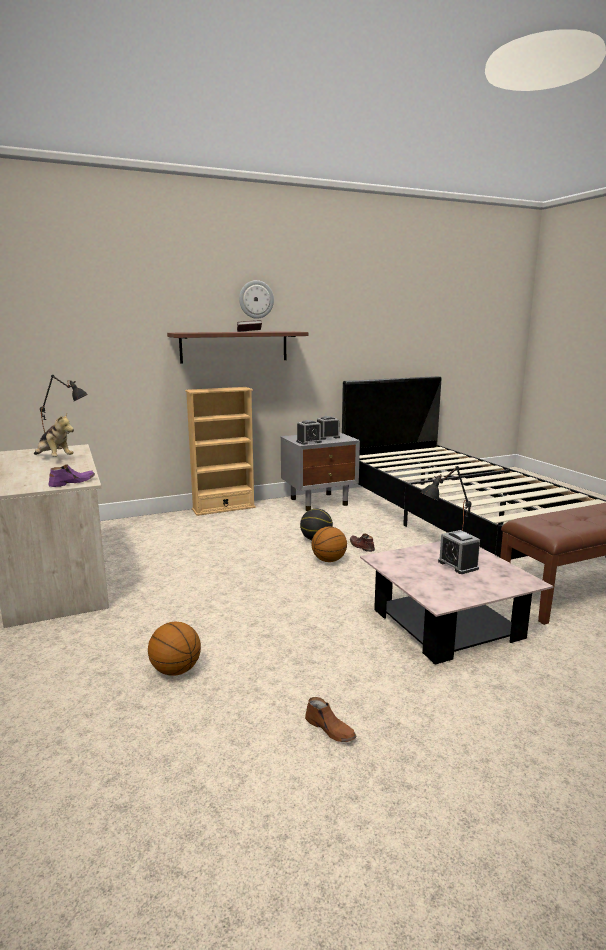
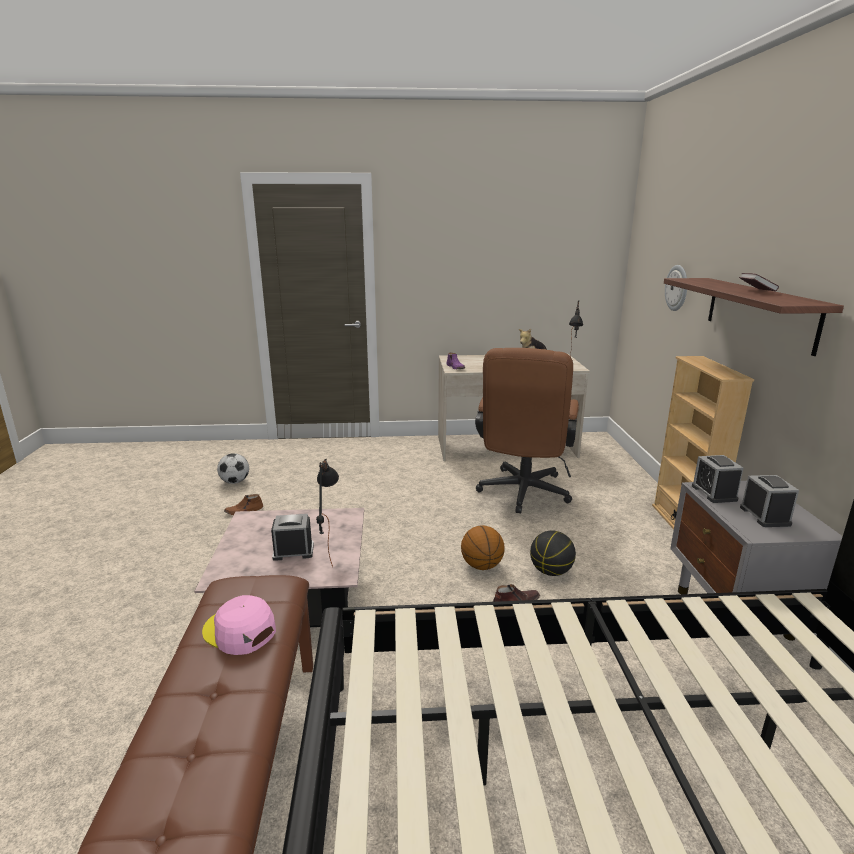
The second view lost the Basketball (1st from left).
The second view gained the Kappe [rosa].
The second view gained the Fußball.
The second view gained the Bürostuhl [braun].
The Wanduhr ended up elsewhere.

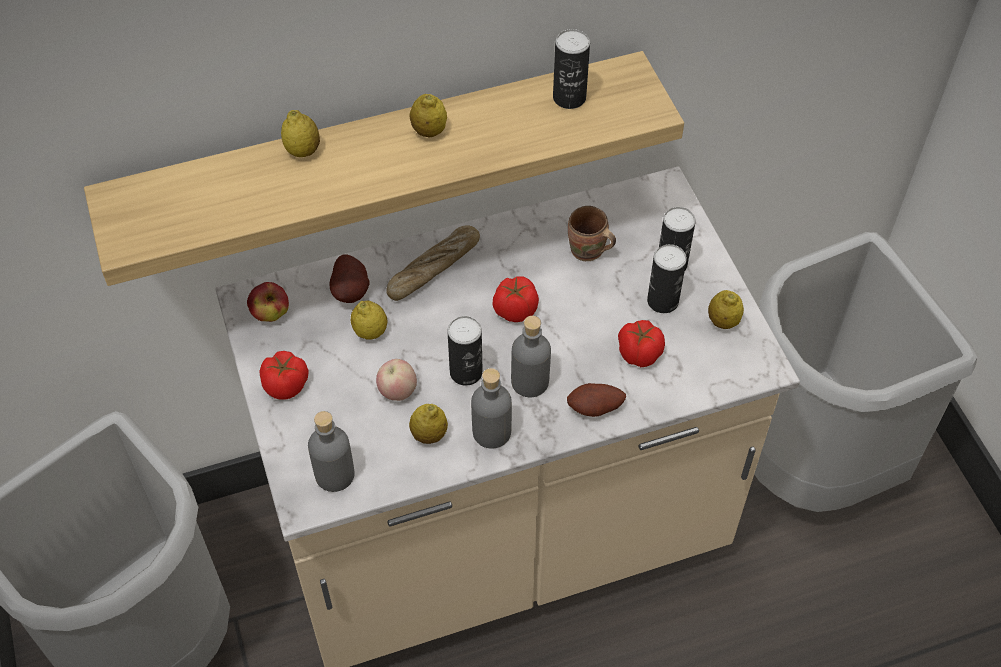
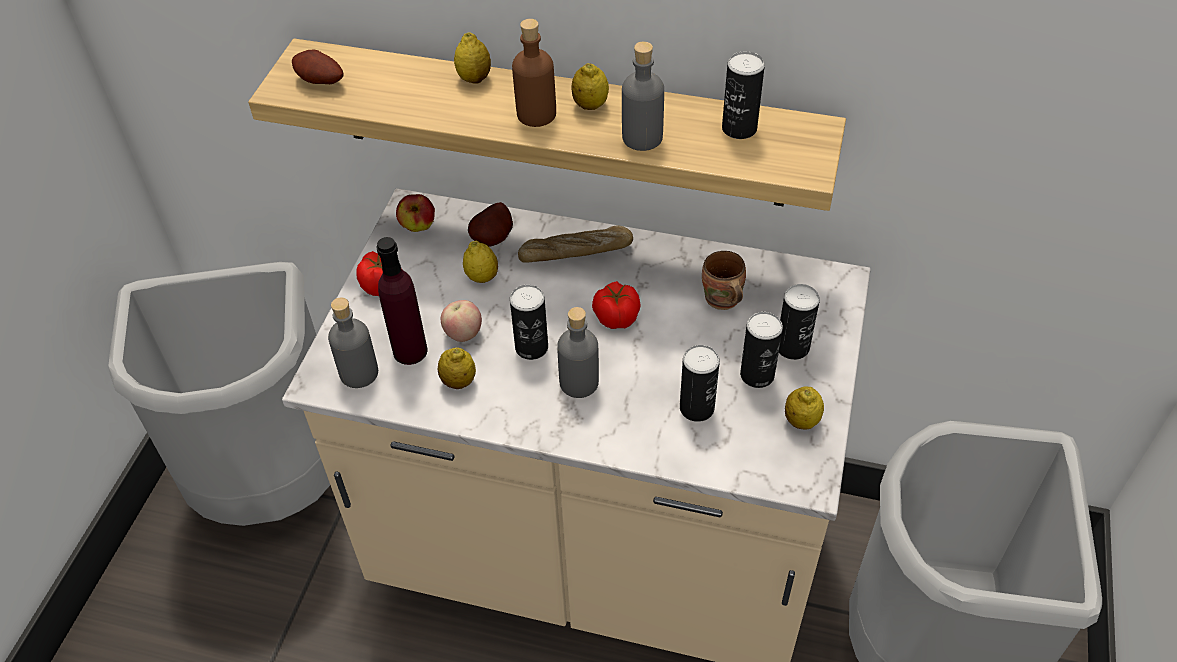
The second view gained the Flasche [lila].
The second view gained the Flasche [braun].
The Flasche [grau] (2nd from left in the first image) ended up elsewhere.
The Kartoffel (2nd from left in the first image) ended up elsewhere.
Where the Tomate (3rd from left) stood, the Dose (2nd from left) came to stand.

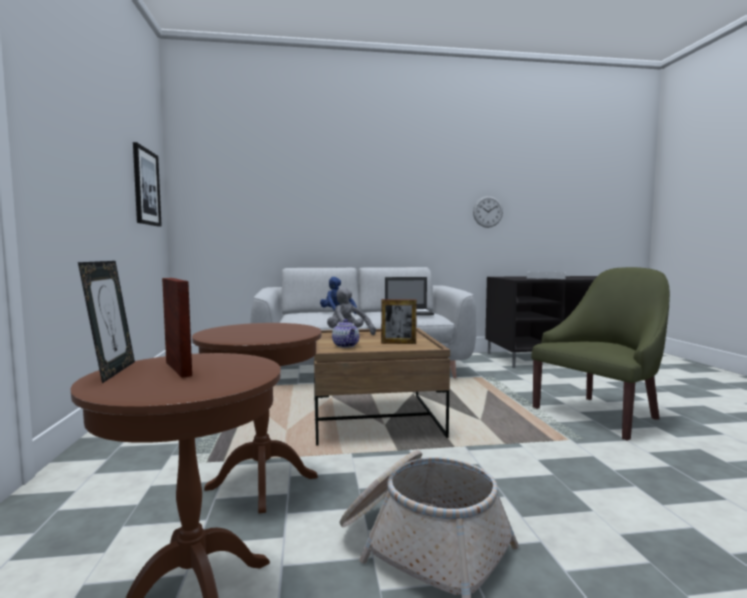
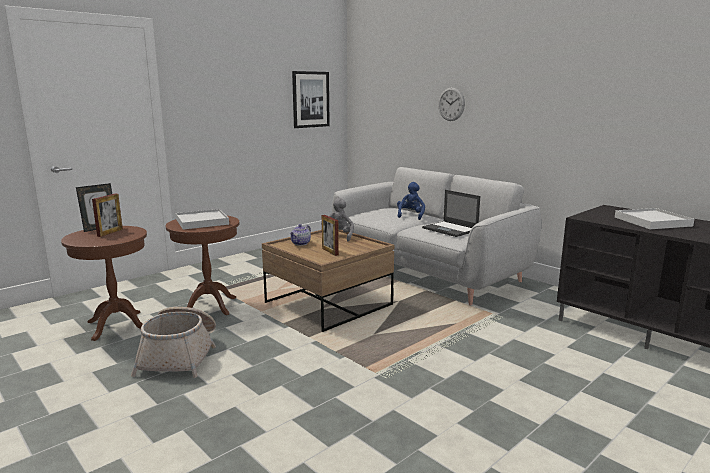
The second view lost the Sessel [grün].
The second view gained the Tablett [weiß] (1st from left).
The Wanduhr ended up elsewhere.

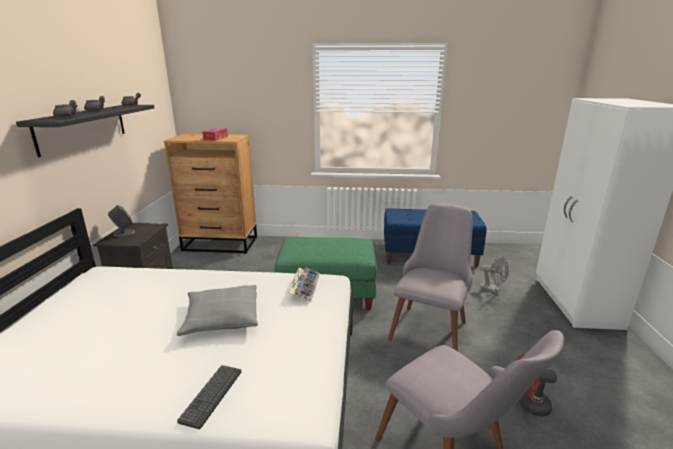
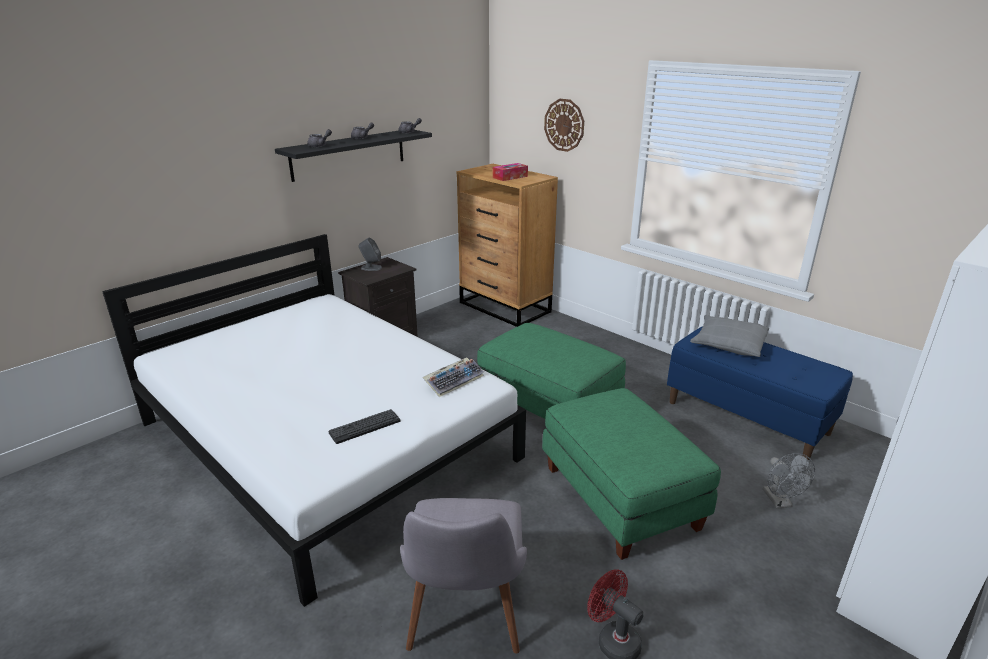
The second view gained the Wanduhr.
The Kissen [grau] ended up elsewhere.
The Tastatur (1st from left) ended up elsewhere.
Where the Stuhl [grau] (1st from left) stood, the Polsterhocker [grün] (2nd from left) came to stand.

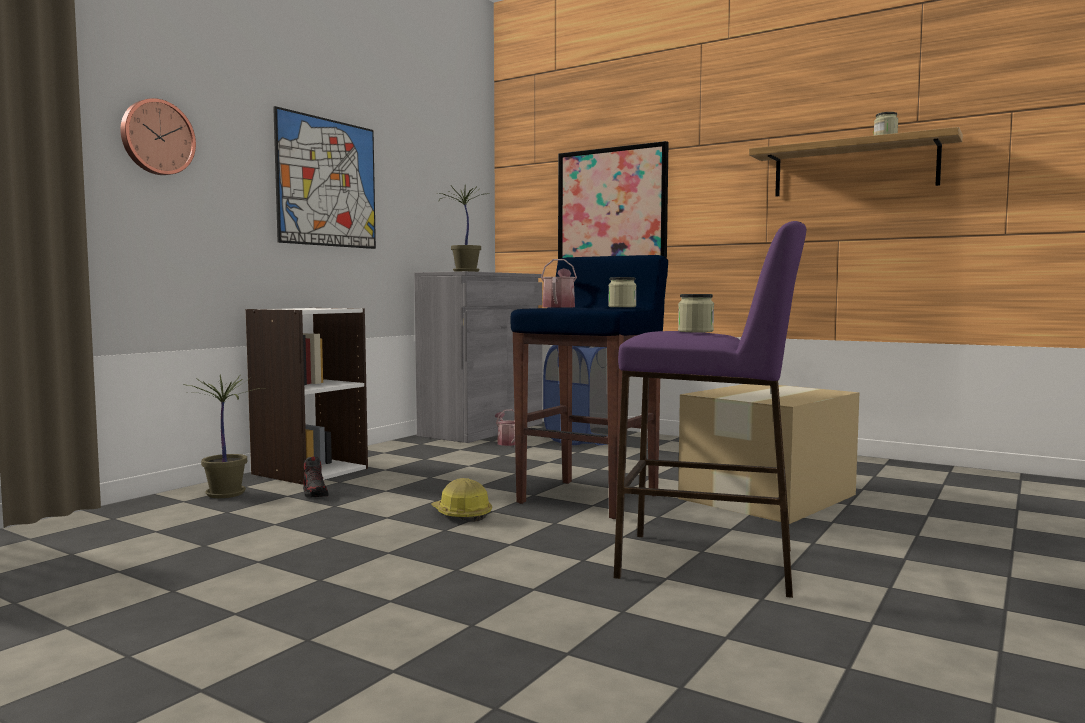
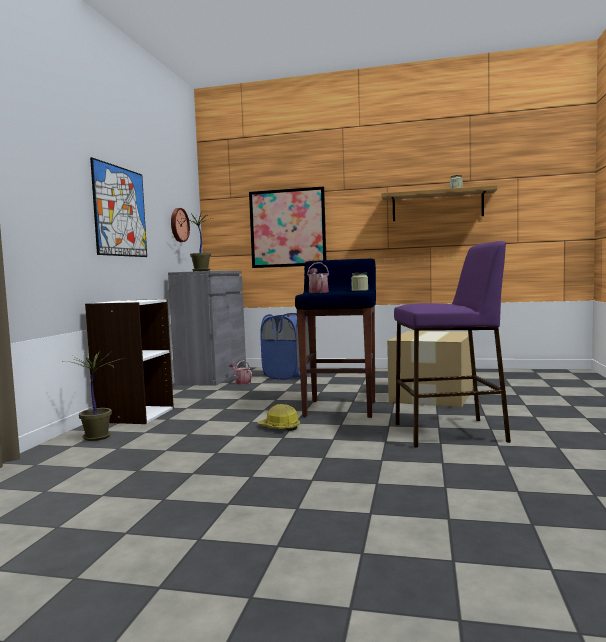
The second view lost the Schuh.
The second view lost the Vorratsglas (2nd from left).
The Wanduhr ended up elsewhere.

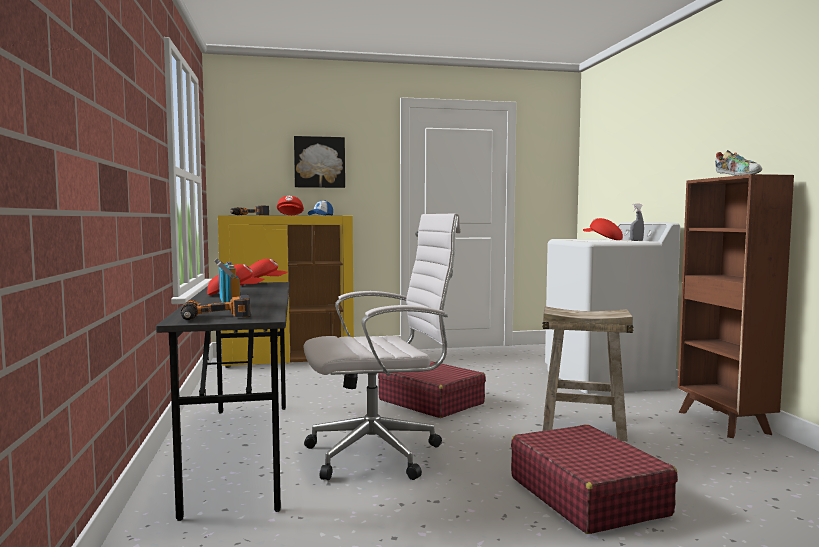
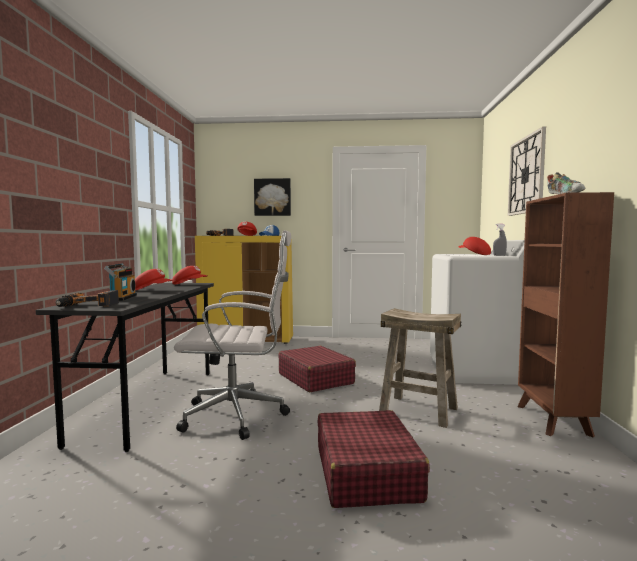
The second view gained the Wanduhr.

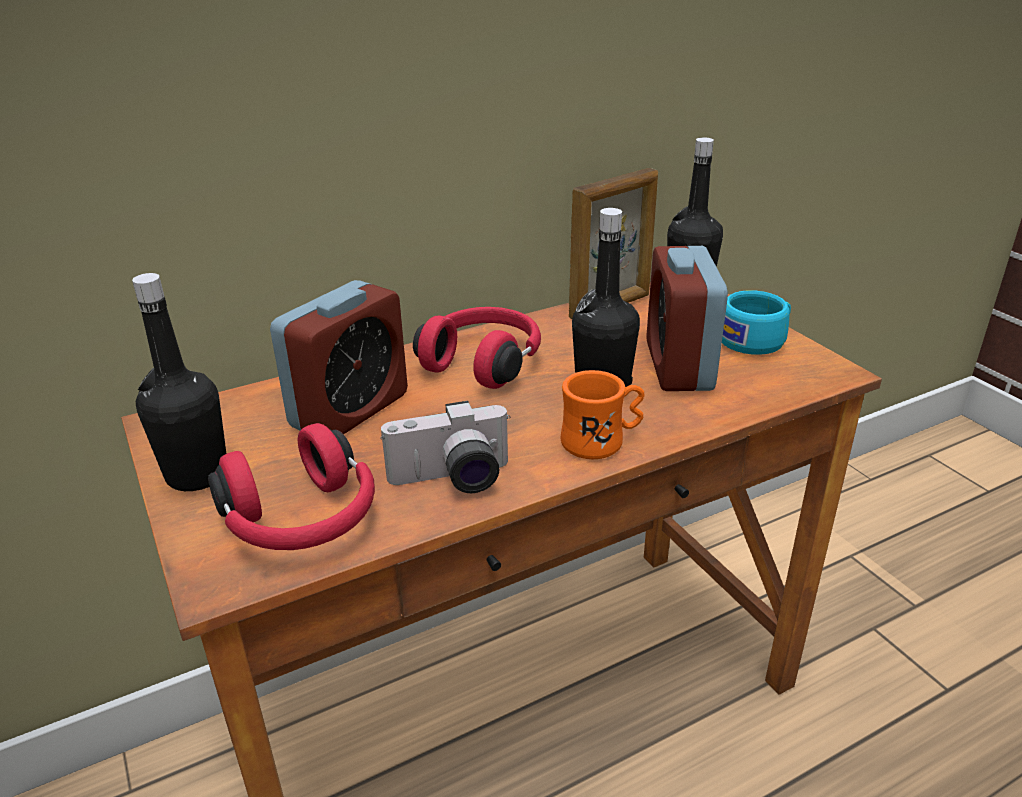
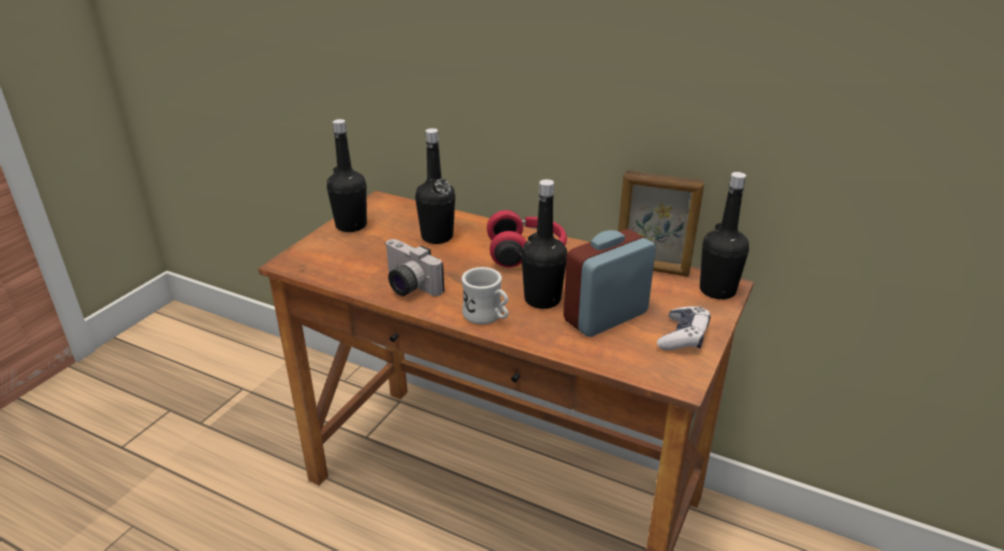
The second view lost the Kopfhörer [rot] (1st from left).
Where the Wecker (1st from left) stood, the Flasche [schwarz] (2nd from left) came to stand.
Where the Tasse [türkis] stood, the Gamepad came to stand.
What was the Henkelbecher [orange] turned into the Henkelbecher [weiß].

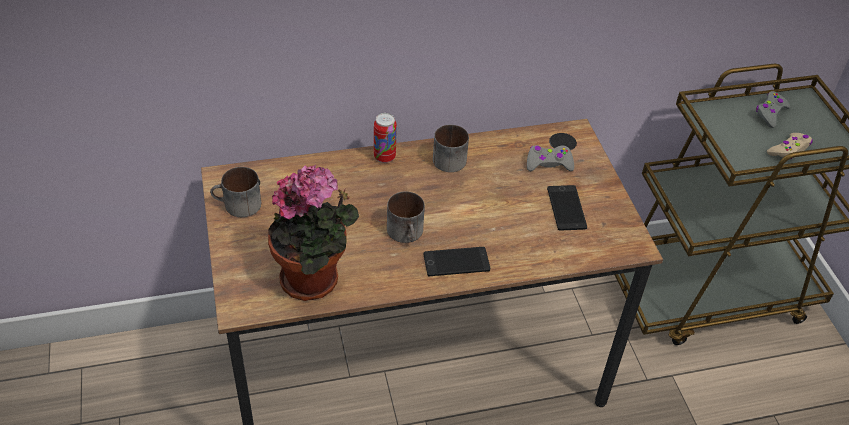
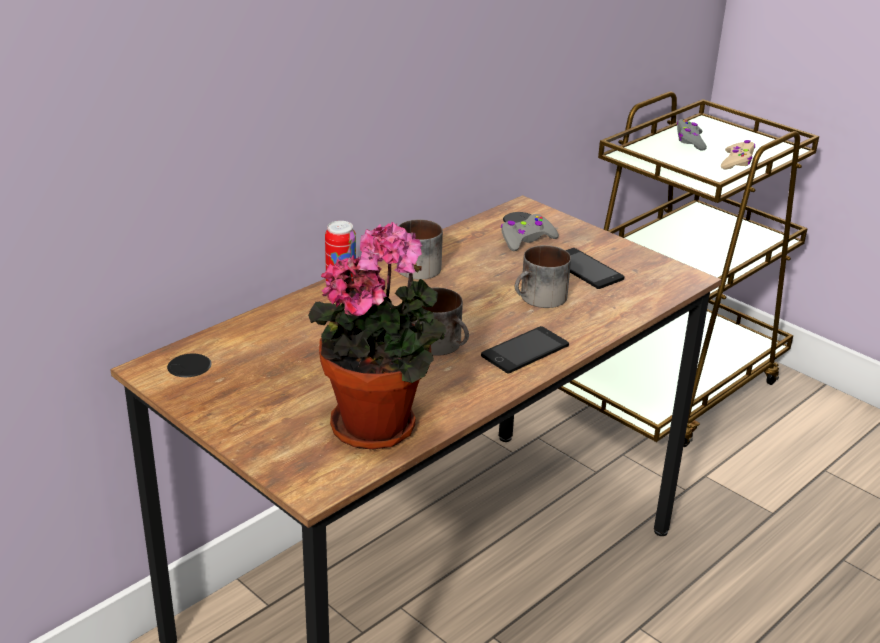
The Henkelbecher (1st from left in the first image) ended up elsewhere.

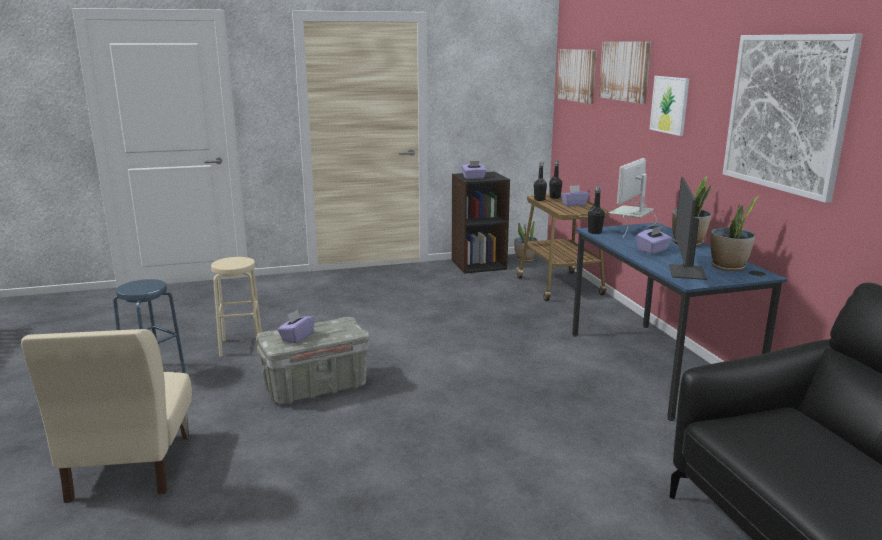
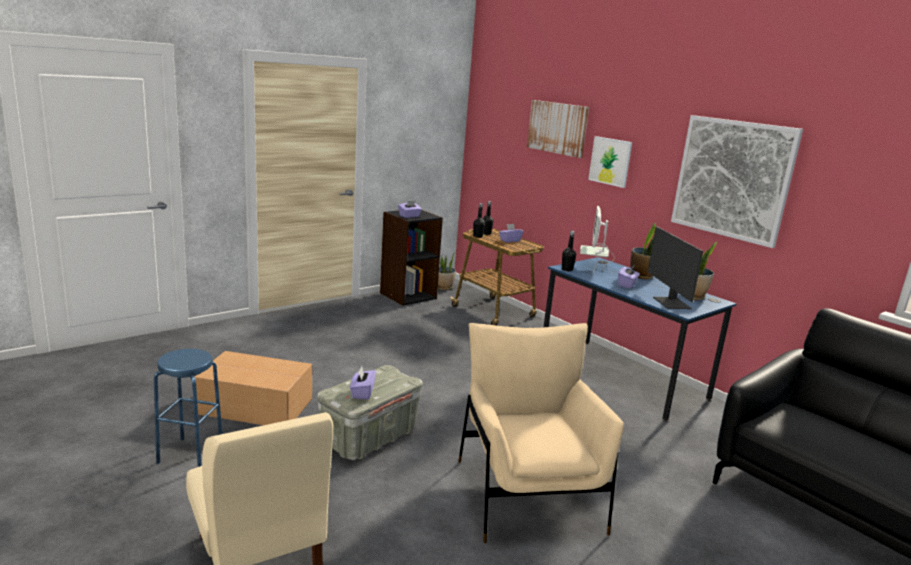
The second view lost the Bild (1st from left).
The second view gained the Sessel [beige].
Where the Hocker [beige] stood, the Karton came to stand.

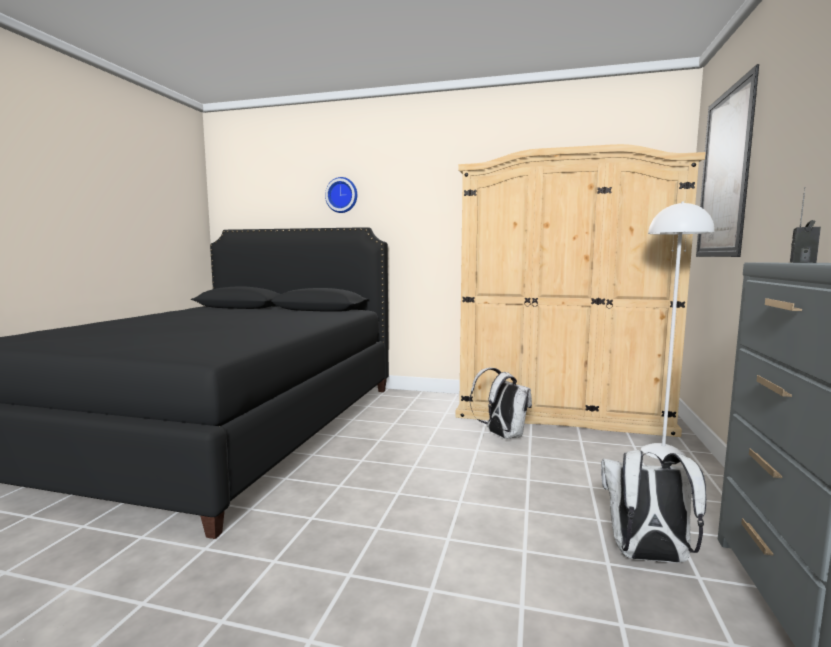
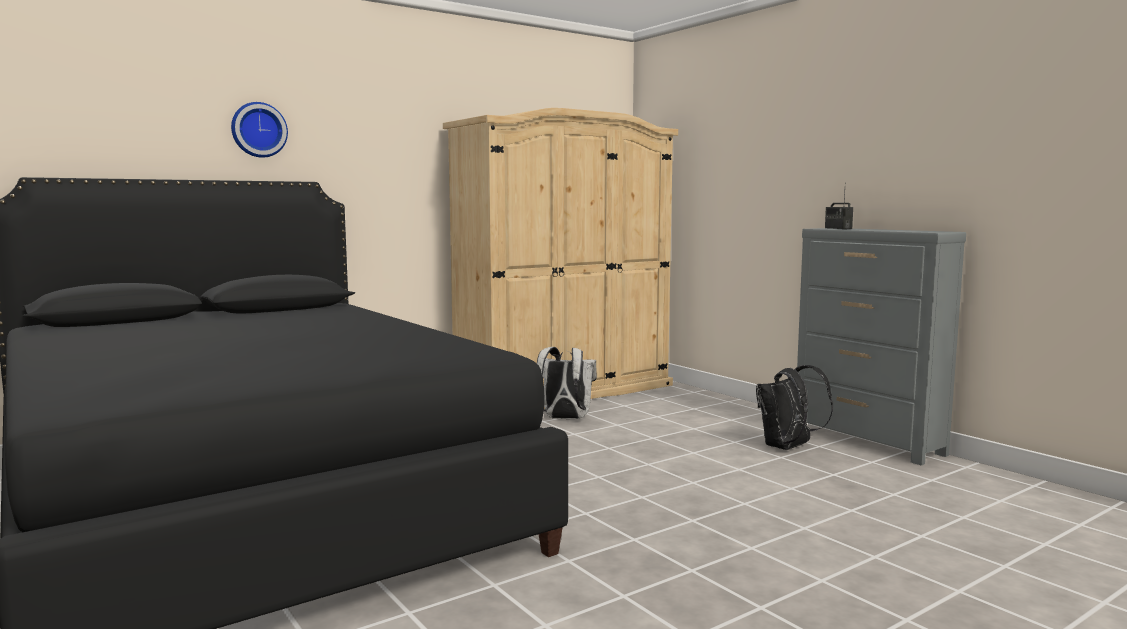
The second view lost the Stehlampe [weiß].
The second view lost the Bild.
What was the Rucksack [weiß] (2nd from left) turned into the Rucksack [schwarz].

